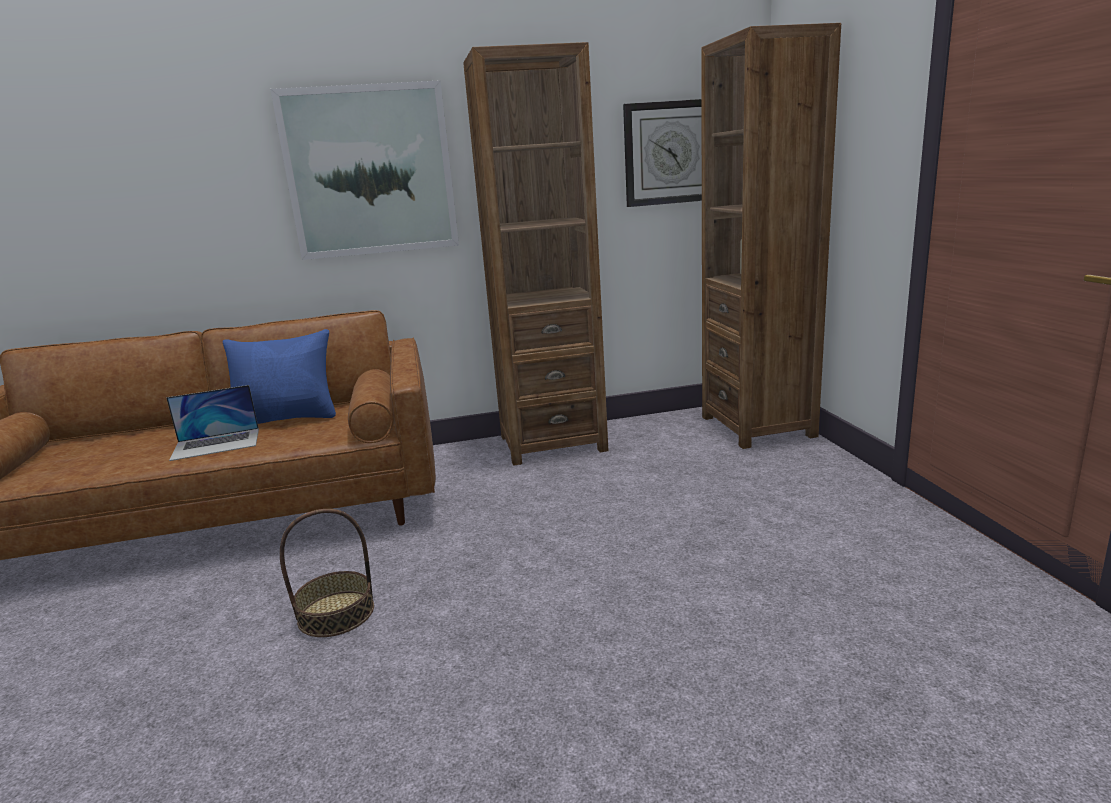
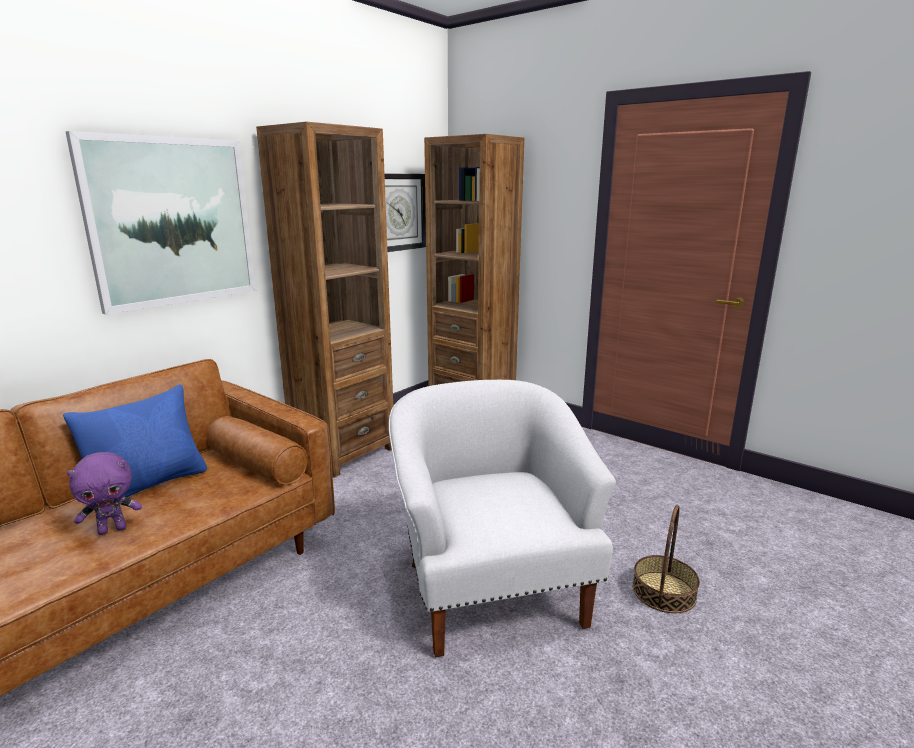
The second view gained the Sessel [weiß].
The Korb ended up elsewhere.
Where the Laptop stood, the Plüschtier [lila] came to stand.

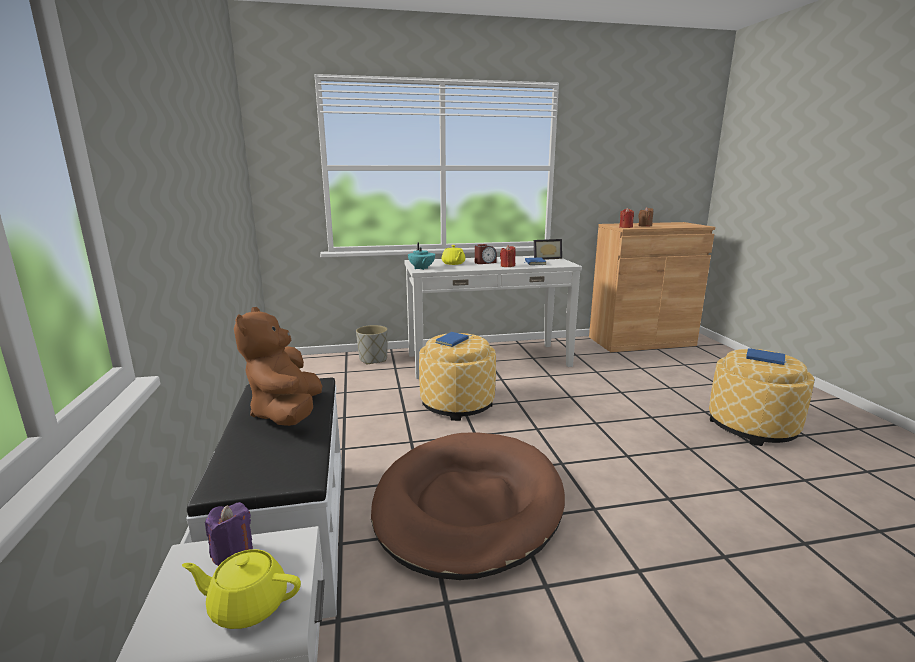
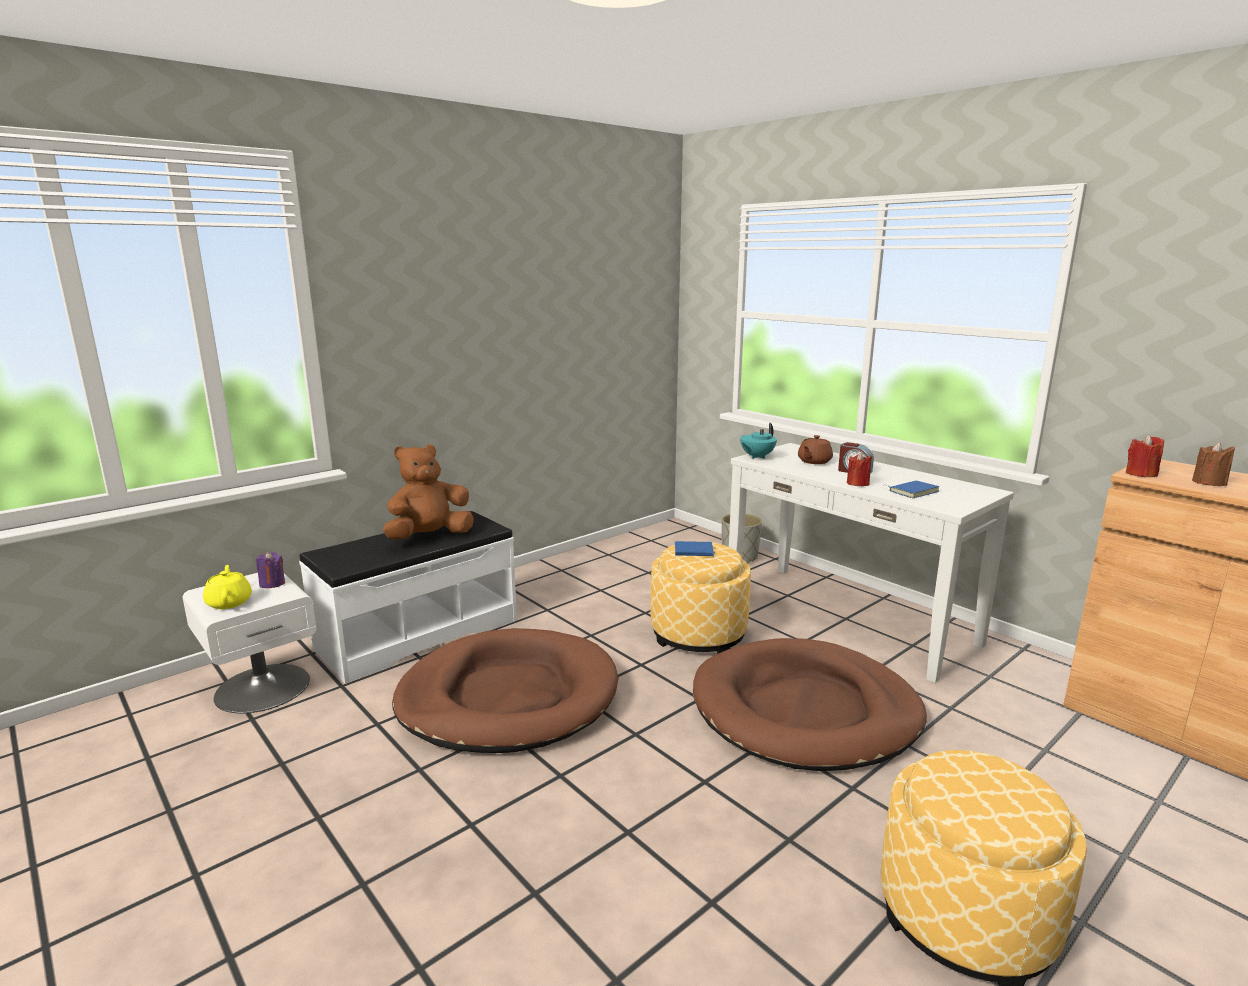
The second view lost the Bilderrahmen.
The second view lost the Buch [blau] (3rd from left).
The second view gained the Hundebett [braun] (2nd from left).
What was the Teekanne [gelb] (2nd from left) turned into the Teekanne [braun].

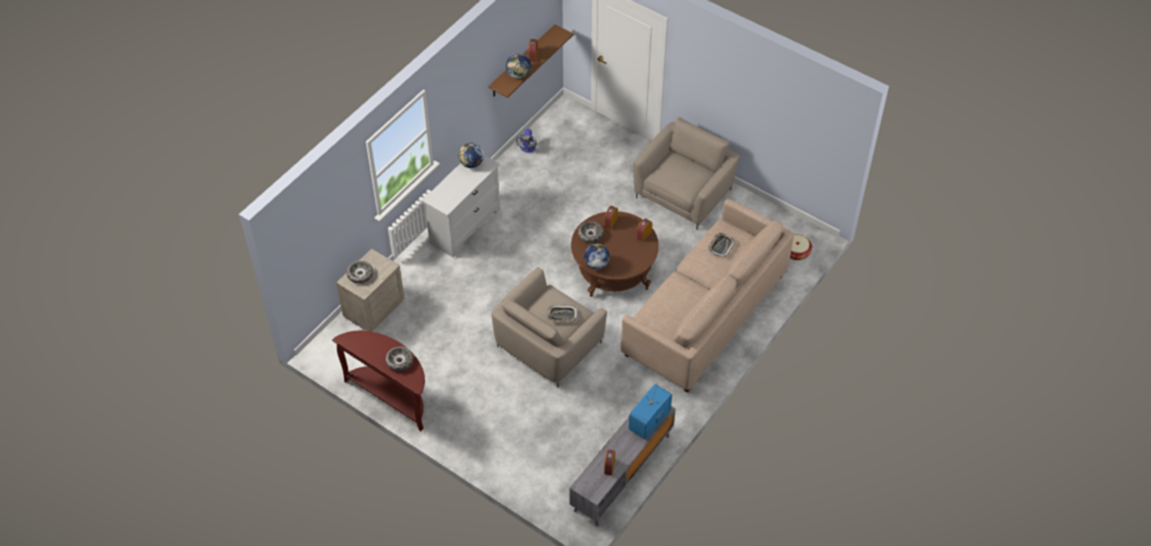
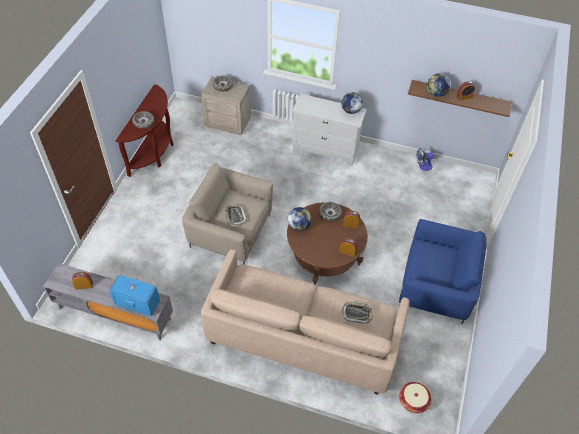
What was the Sessel [beige] (2nd from left) turned into the Sessel [blau].

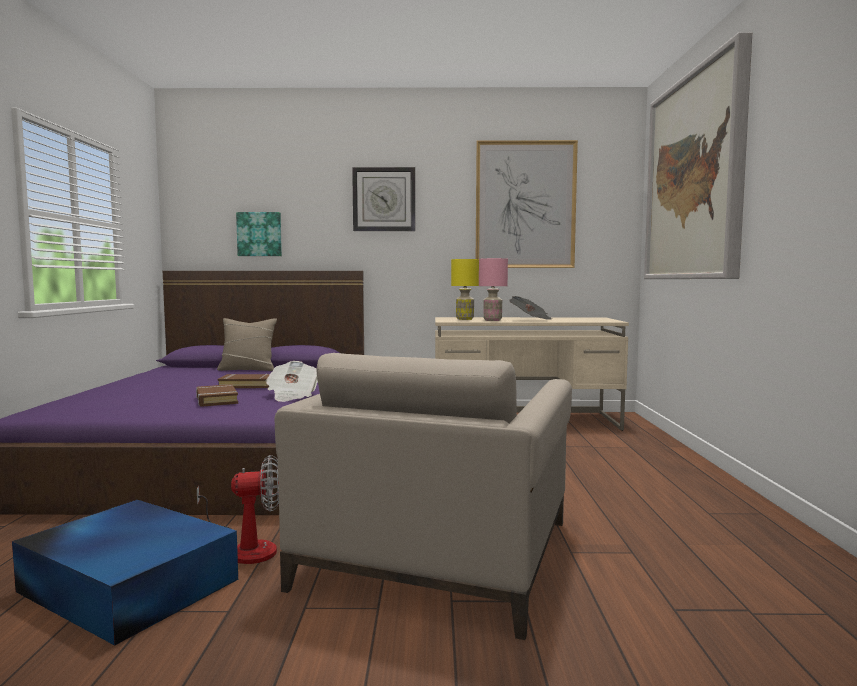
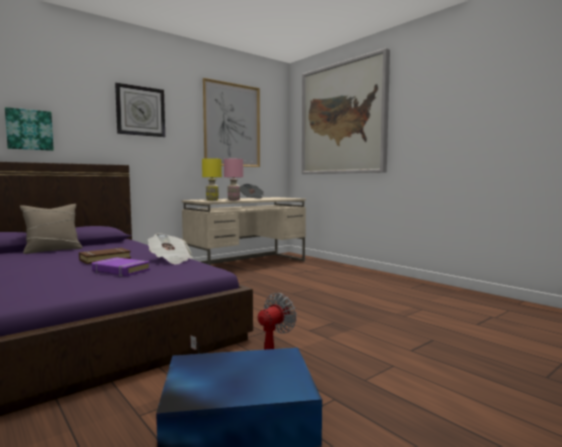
The second view lost the Sessel [beige].
What was the Buch [braun] (1st from left) turned into the Buch [lila].

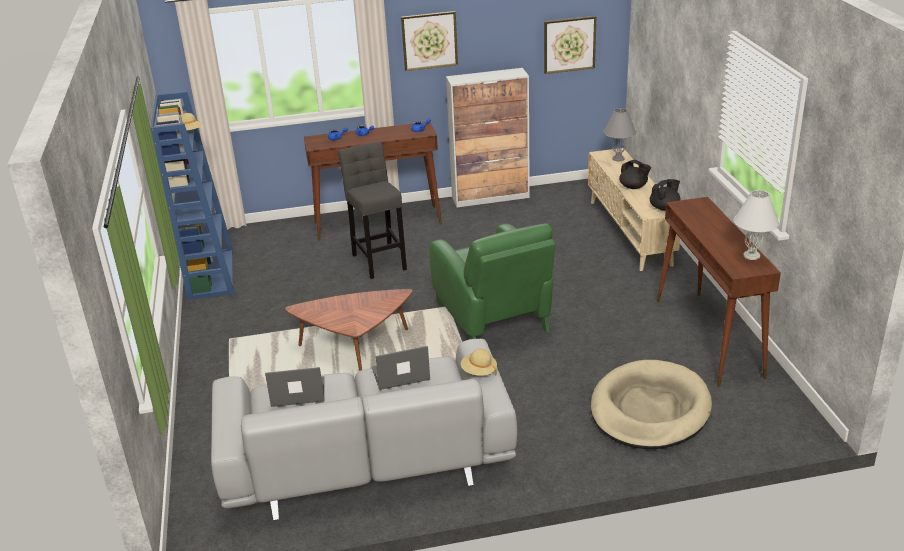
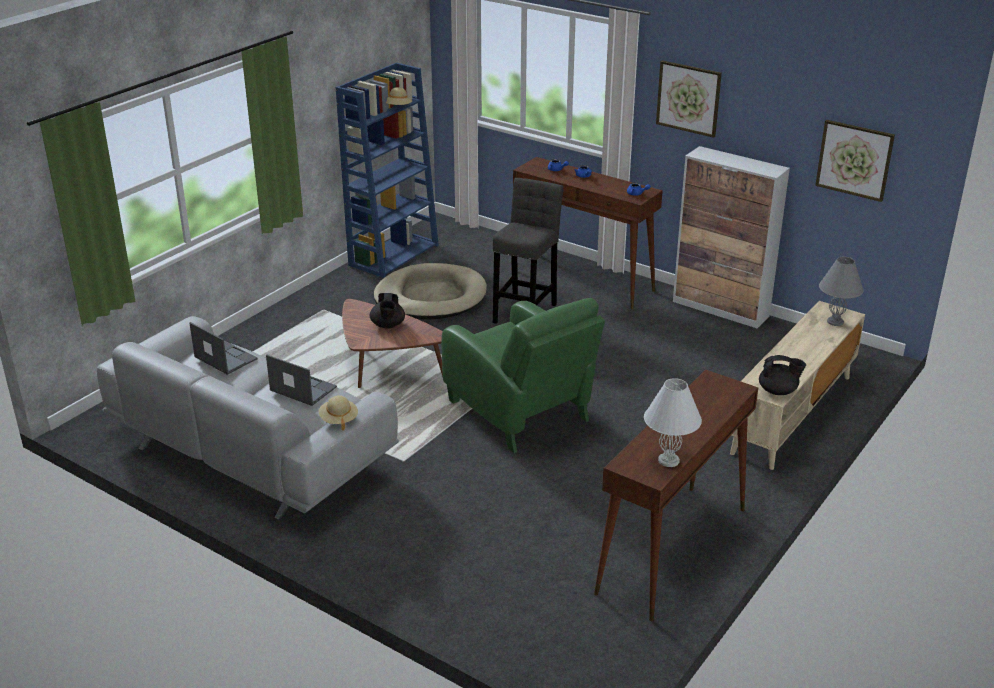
The Hundebett [beige] ended up elsewhere.
The Teekanne [schwarz] (1st from left) ended up elsewhere.
The Sessel [grün] ended up facing another way, 60 degrees counterclockwise from before.

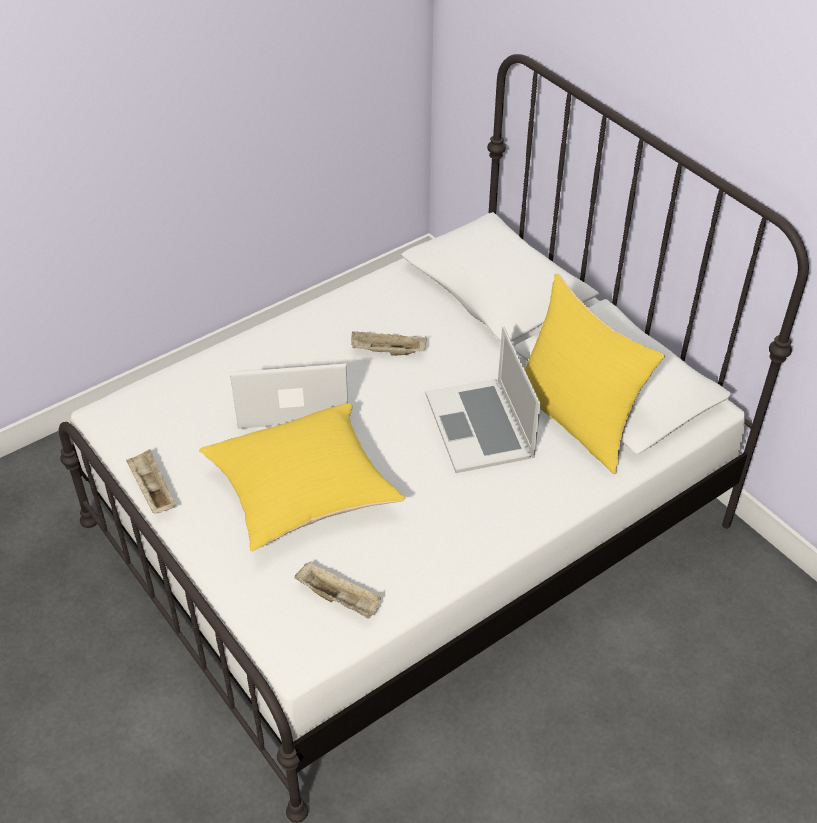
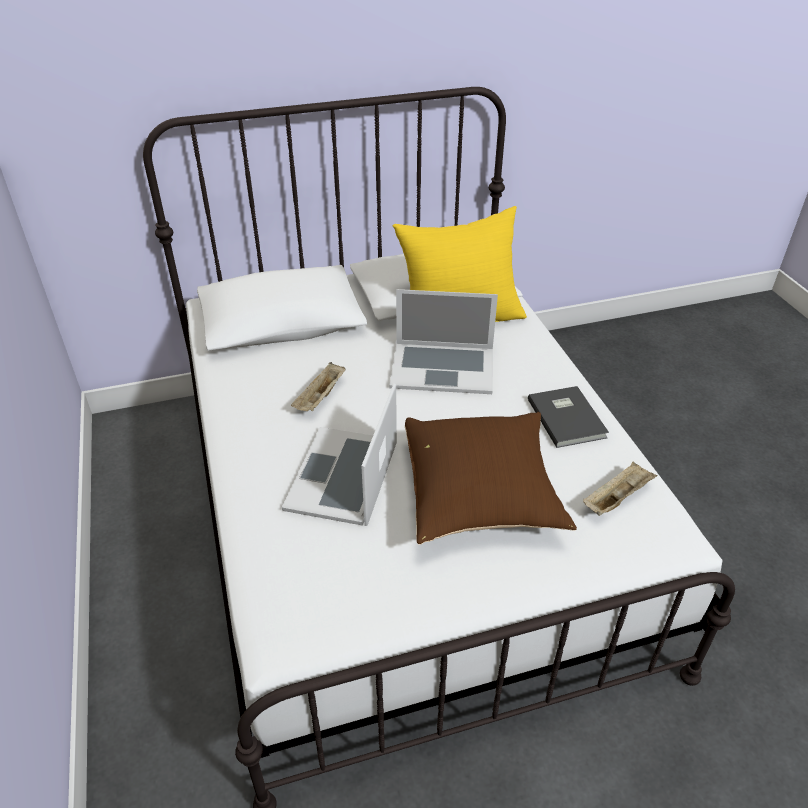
The second view lost the Tablett [beige] (1st from left).
The second view gained the Buch [grau].
What was the Kissen [gelb] (1st from left) turned into the Kissen [braun].

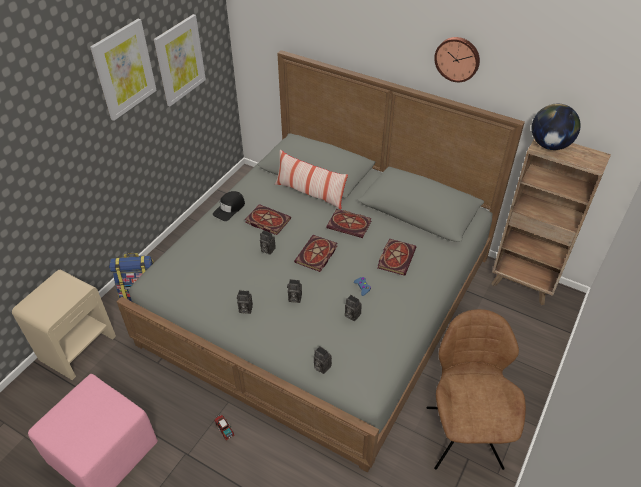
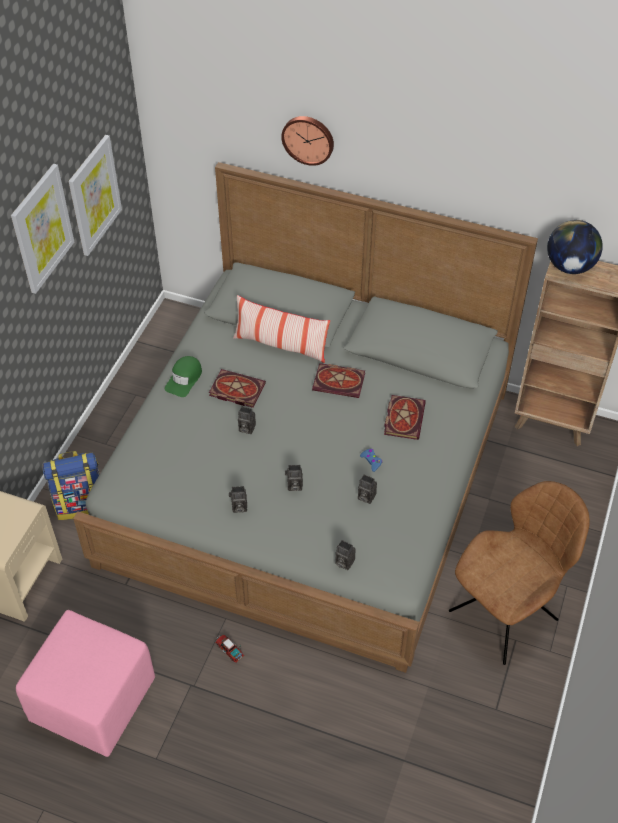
The second view lost the Buch (2nd from left).
The Wanduhr ended up elsewhere.
What was the Kappe [schwarz] turned into the Kappe [grün].
The Stuhl [braun] ended up facing another way, 60 degrees clockwise from before.

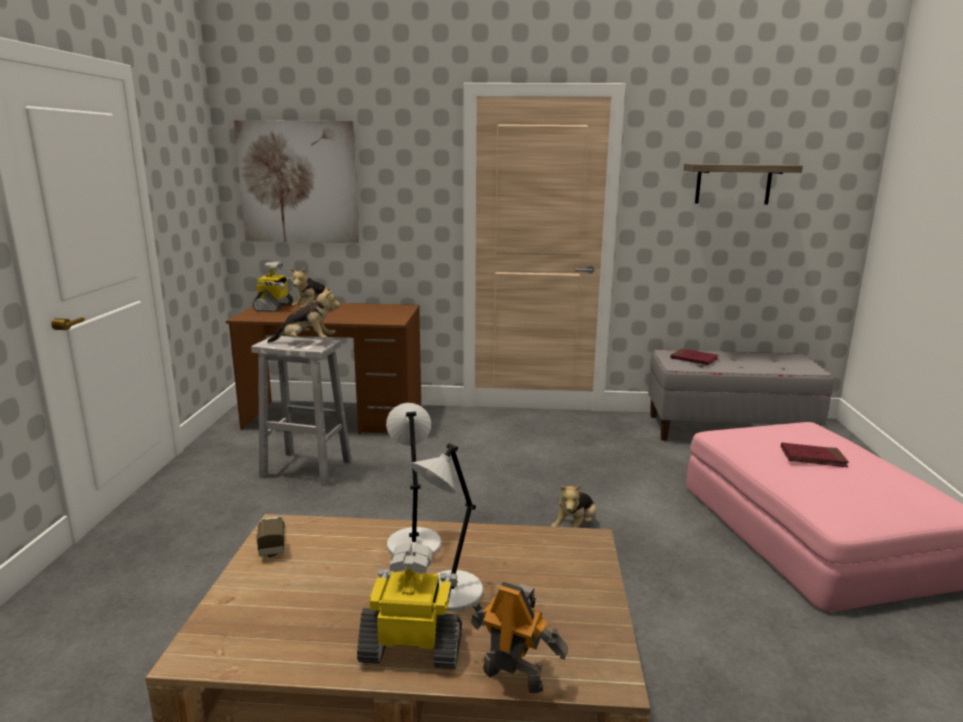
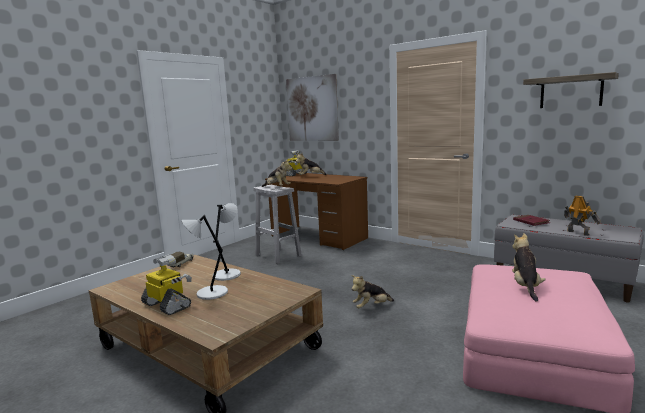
The Spielzeugroboter (3rd from left) ended up elsewhere.
Where the Buch [rot] (2nd from left) stood, the Plüschtier (4th from left) came to stand.

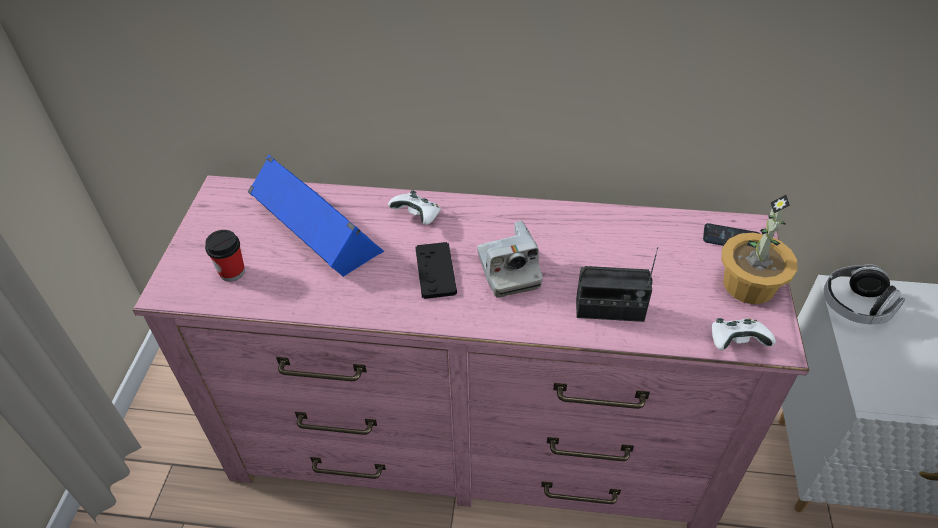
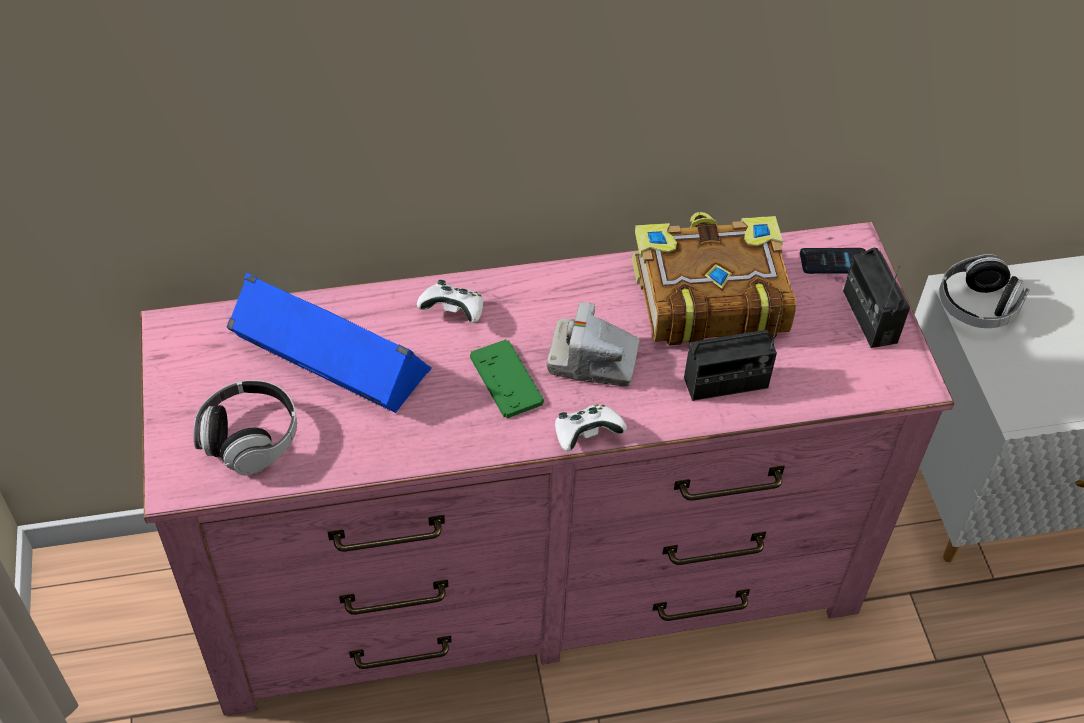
The second view gained the Buch.
The Gamepad [weiß] (2nd from left) ended up elsewhere.
Where the Tasse stood, the Kopfhörer (1st from left) came to stand.
Where the Topfpflanze stood, the Radio (2nd from left) came to stand.
What was the Gamepad [schwarz] turned into the Gamepad [grün].
The Kamera ended up facing another way, 135 degrees clockwise from before.

